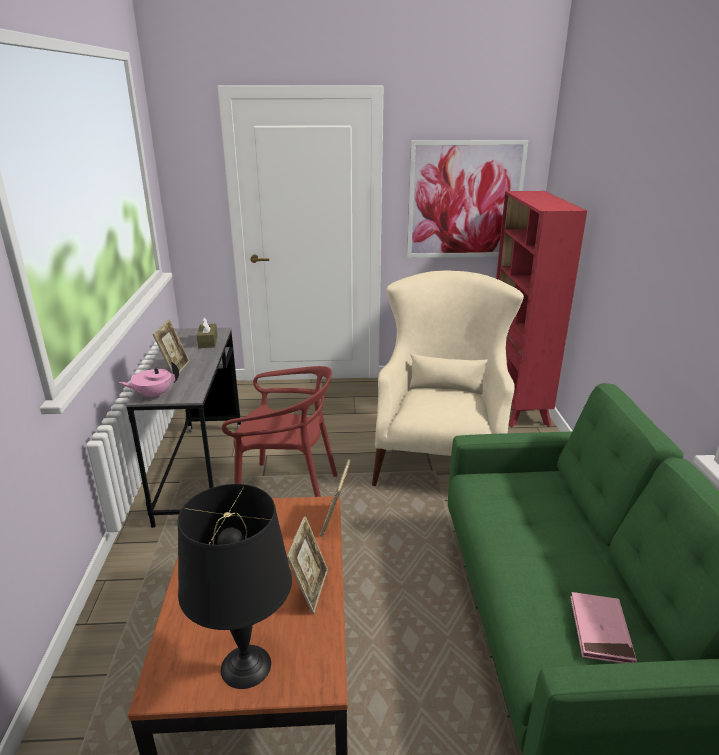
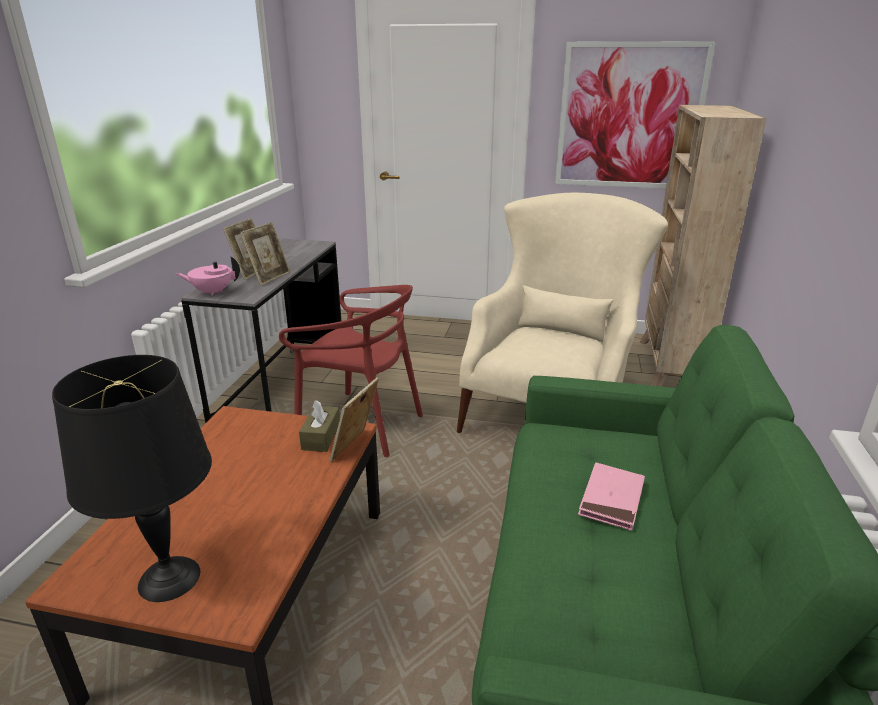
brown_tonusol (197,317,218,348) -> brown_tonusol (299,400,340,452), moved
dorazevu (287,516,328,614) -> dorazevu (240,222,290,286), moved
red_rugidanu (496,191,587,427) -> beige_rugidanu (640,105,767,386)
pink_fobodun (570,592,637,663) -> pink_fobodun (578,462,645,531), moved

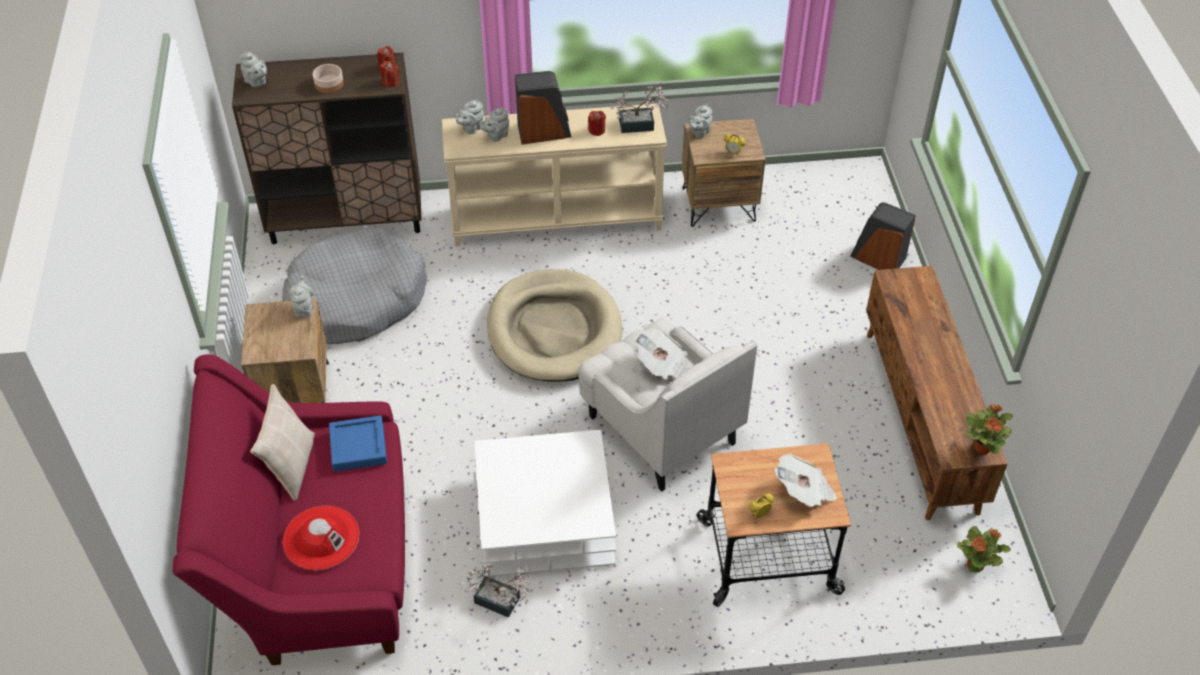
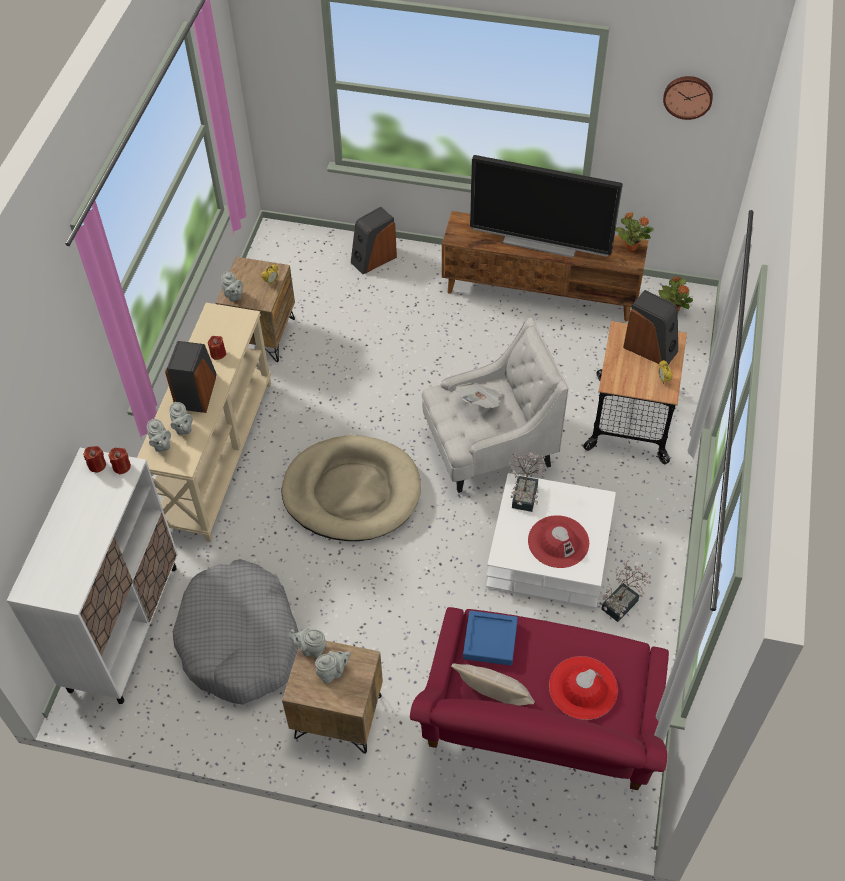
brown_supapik (232,53,422,244) -> white_supapik (6,448,178,704)
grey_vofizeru (240,51,267,87) -> grey_vofizeru (315,651,351,683), moved
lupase (313,64,344,93) -> none
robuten (611,81,669,133) -> robuten (509,452,547,512), moved
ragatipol (774,454,837,507) -> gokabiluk (623,290,678,364)
none -> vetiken (470,155,623,258)
none -> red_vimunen (528,515,589,568)
none -> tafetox (663,76,713,120)

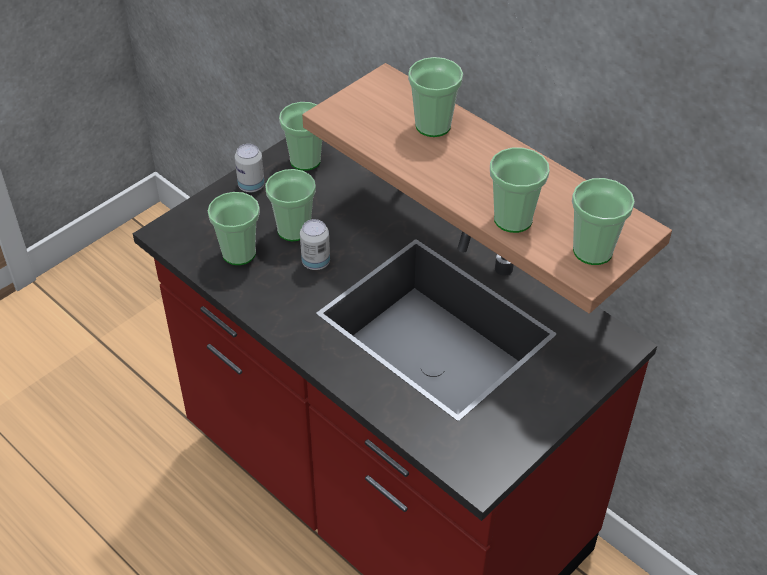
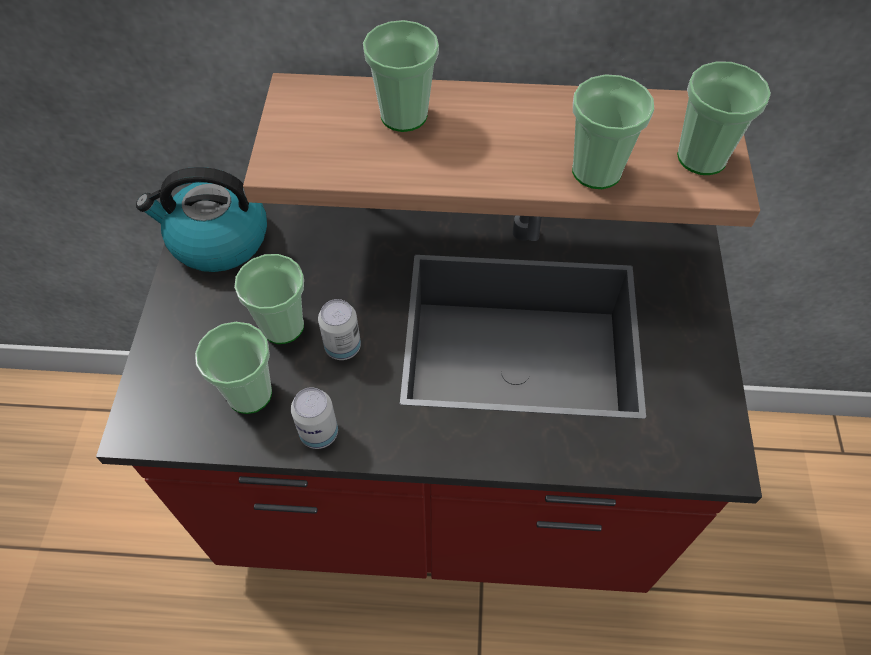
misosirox (235,144,265,192) -> misosirox (291,387,338,449), moved
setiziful (279,102,322,171) -> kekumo (136,167,267,272)

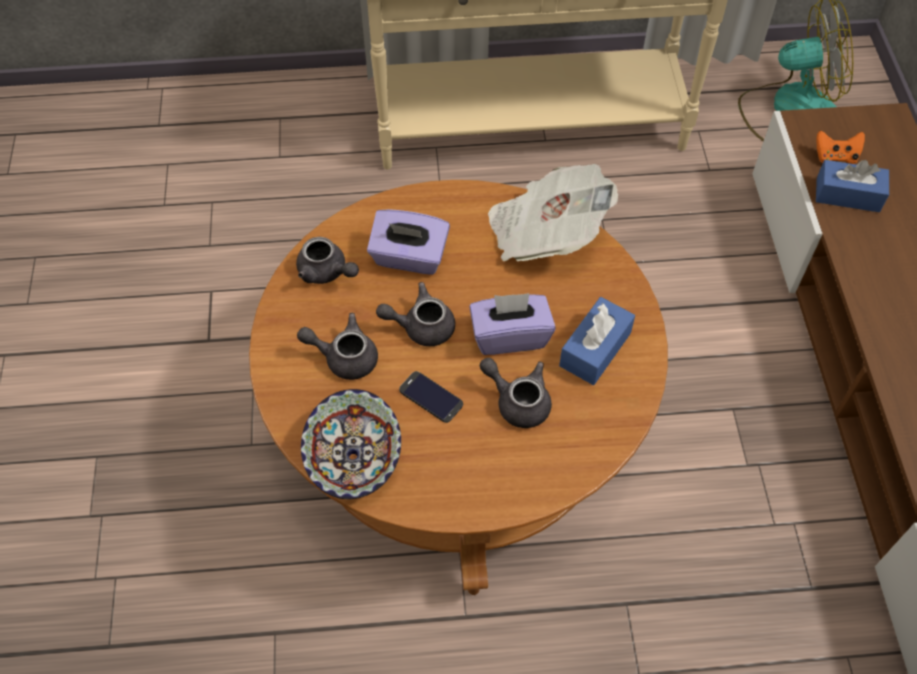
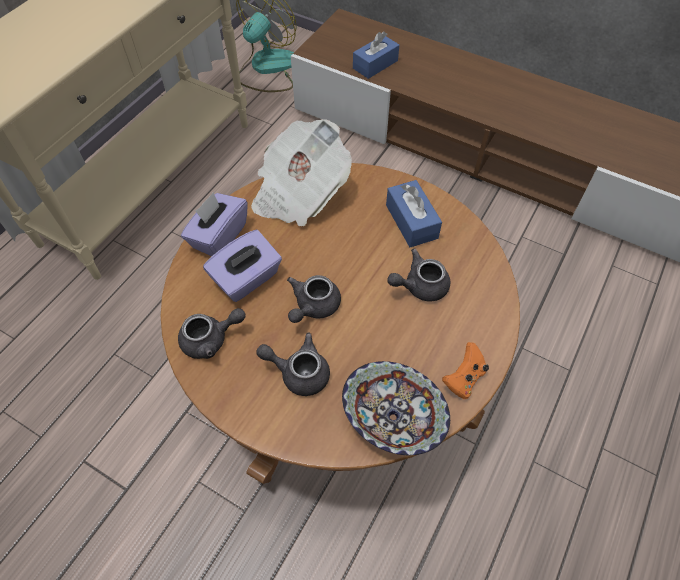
grey_vofizeru (297,313,378,380) -> grey_vofizeru (256,333,330,396), 60 degrees clockwise
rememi (399,371,463,423) -> none
purple_tonusol (469,293,556,355) -> purple_tonusol (181,192,248,256), moved
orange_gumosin (816,131,865,164) -> orange_gumosin (442,342,489,399), moved

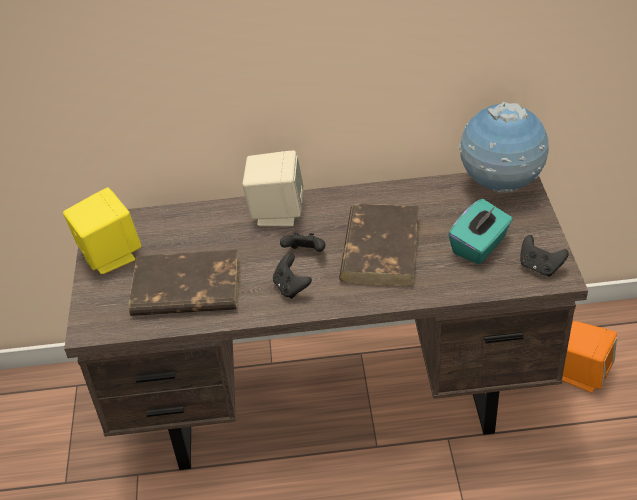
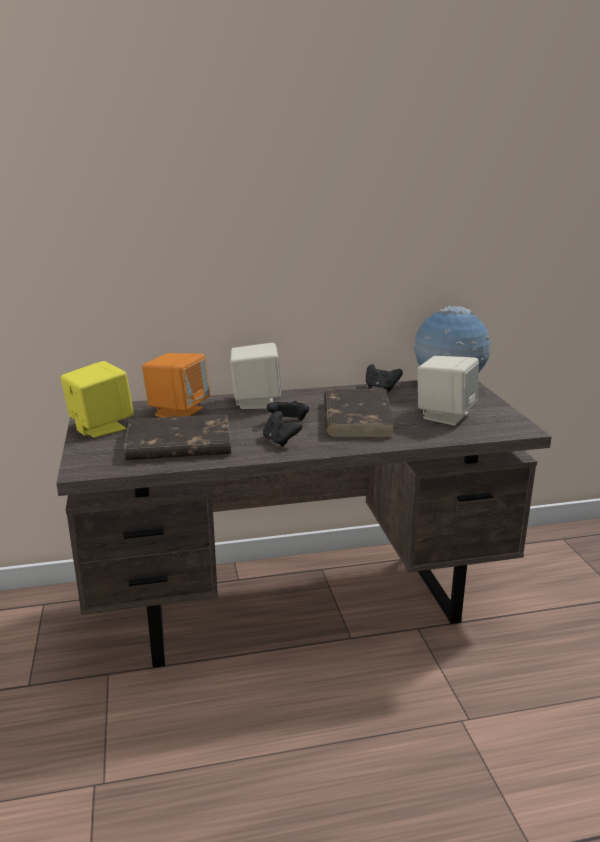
turquoise_tonusol (448,199,513,265) -> beige_gokabiluk (418,356,479,426)
black_gumosin (520,235,569,277) -> black_gumosin (366,364,403,392), moved
orange_gokabiluk (562,321,617,393) -> orange_gokabiluk (142,353,210,417), moved

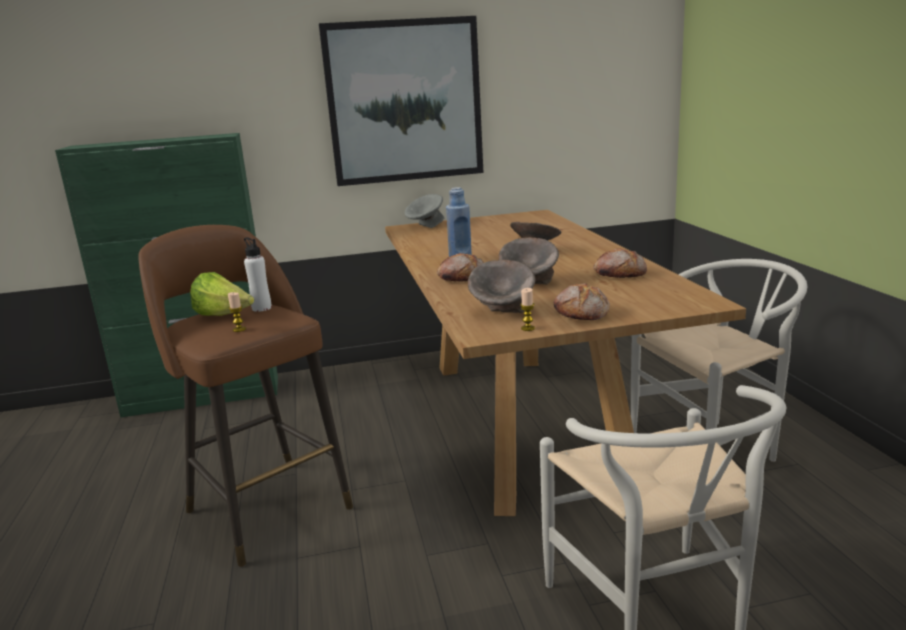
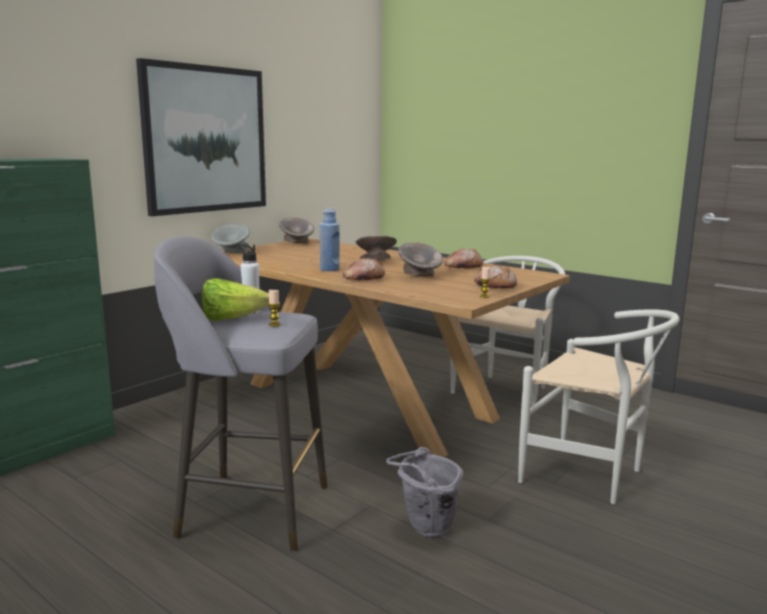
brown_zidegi (138,225,353,567) -> grey_zidegi (154,236,328,552)
grey_lupase (468,260,536,313) -> grey_lupase (279,218,314,243), moved
none -> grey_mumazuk (386,447,464,537)

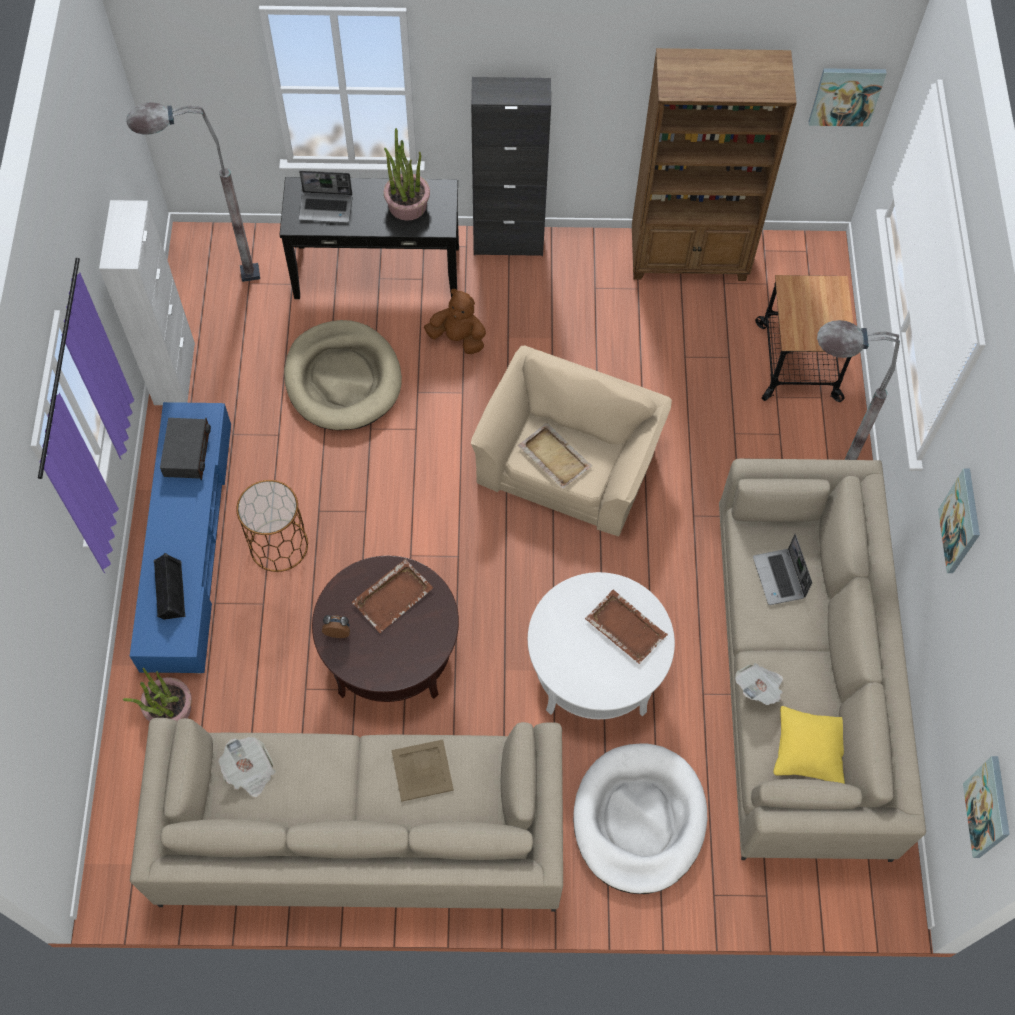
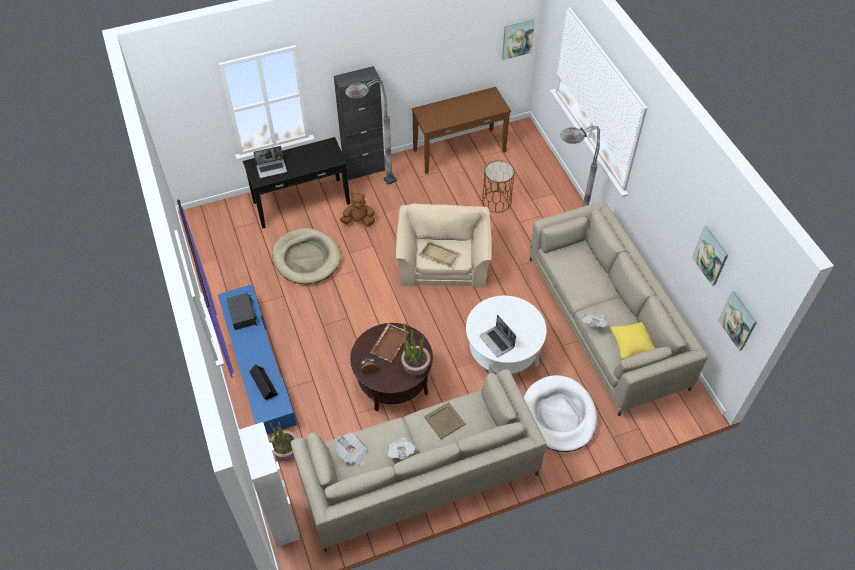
white_supapik (99,200,195,405) -> white_supapik (238,422,299,547), moved
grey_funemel (126,102,260,282) -> grey_funemel (345,79,397,185), moved
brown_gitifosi (236,480,308,572) -> brown_gitifosi (482,160,515,213), moved
robuten (384,128,430,221) -> robuten (401,324,431,376), moved
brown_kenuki (585,590,668,664) -> none
brown_rugidanu (632,48,797,281) -> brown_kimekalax (412,87,511,174)
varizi (753,534,812,605) -> varizi (479,314,516,357), moved
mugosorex (755,275,854,402) -> none
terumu (938,468,980,573) -> terumu (692,226,728,286), moved
none -> ragatipol (387,437,416,459)

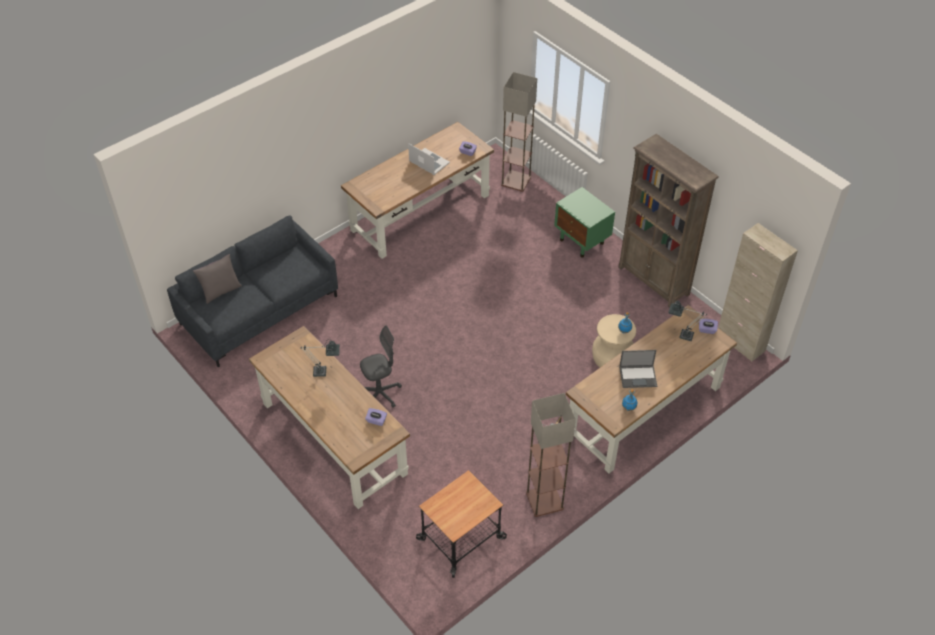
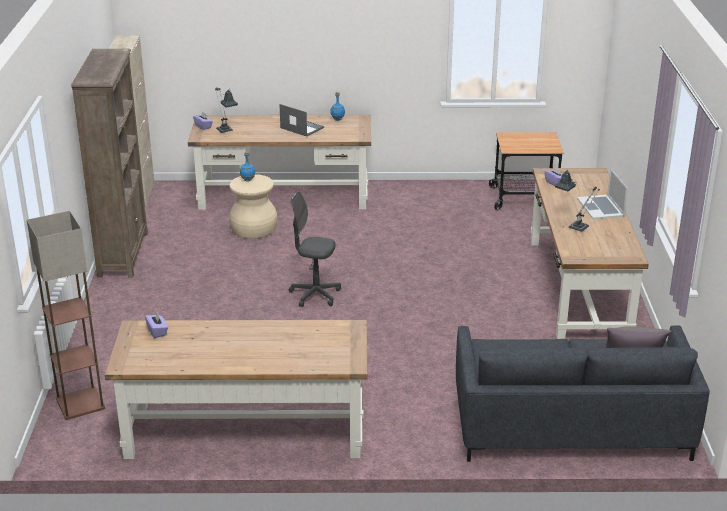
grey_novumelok (360,325,402,408) -> grey_novumelok (289,191,341,307), moved
varizi (408,143,450,175) -> varizi (577,168,628,219), moved
funemel (526,393,576,517) -> none
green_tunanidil (554,187,615,258) -> none

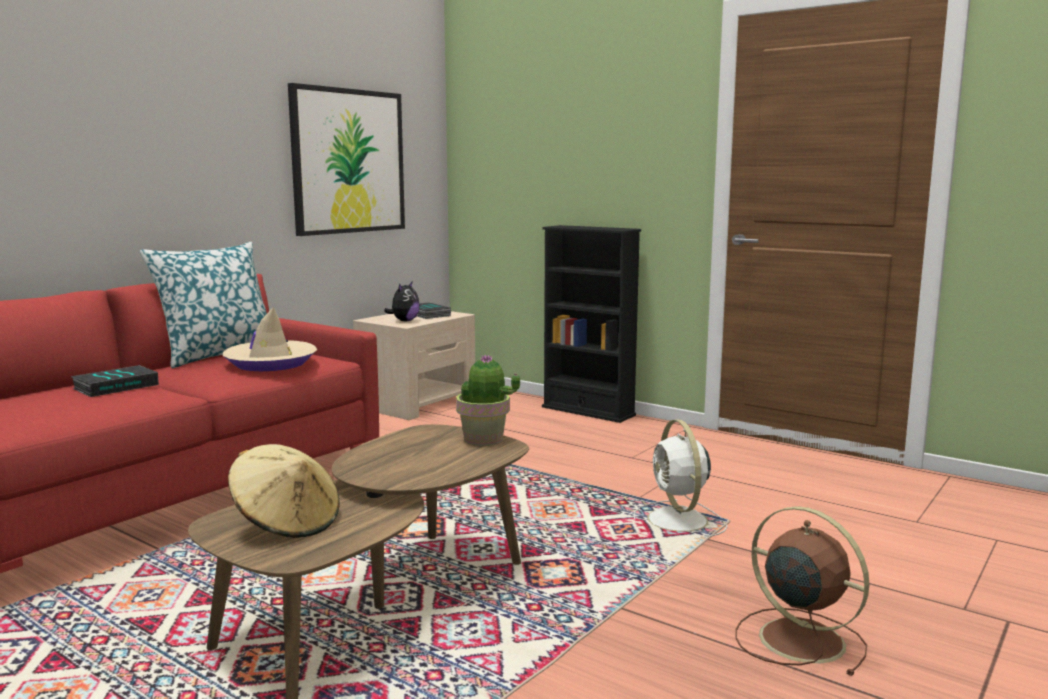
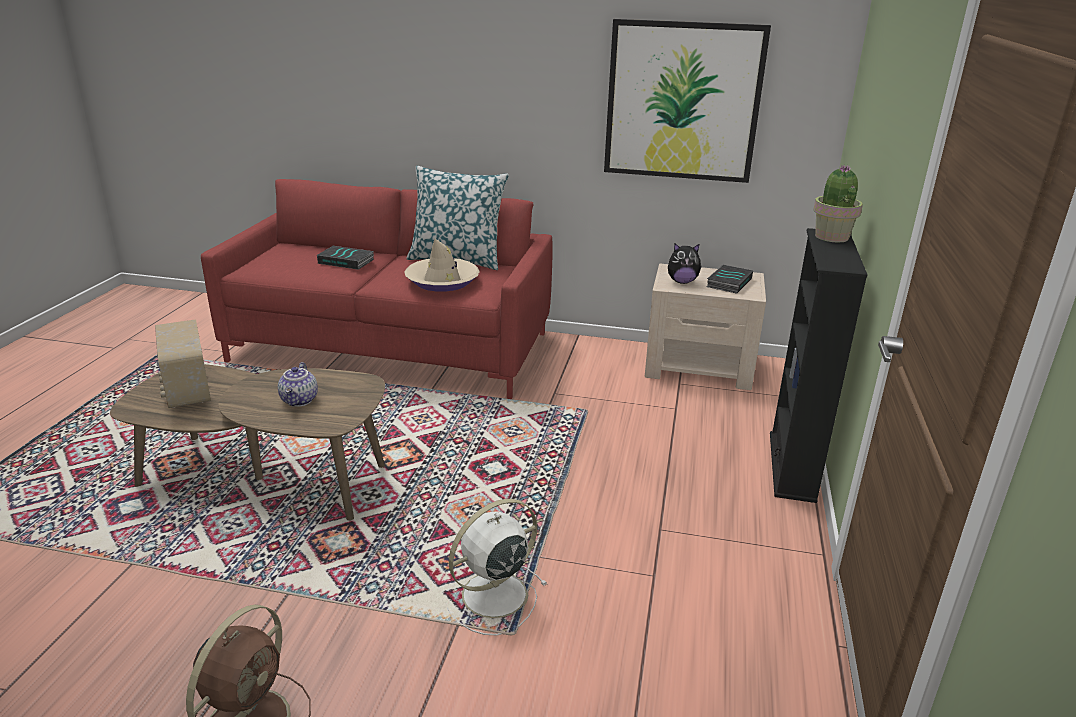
beige_vimunen (228,444,339,538) -> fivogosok (155,319,211,408)
robuten (456,354,520,446) -> robuten (813,164,863,243), moved
none -> vofizeru (278,362,318,407)

